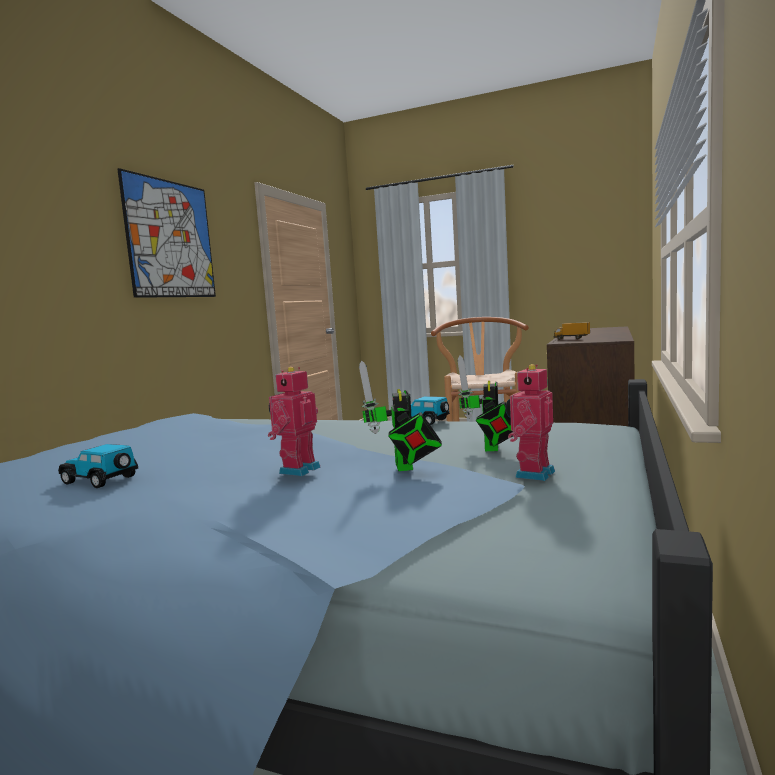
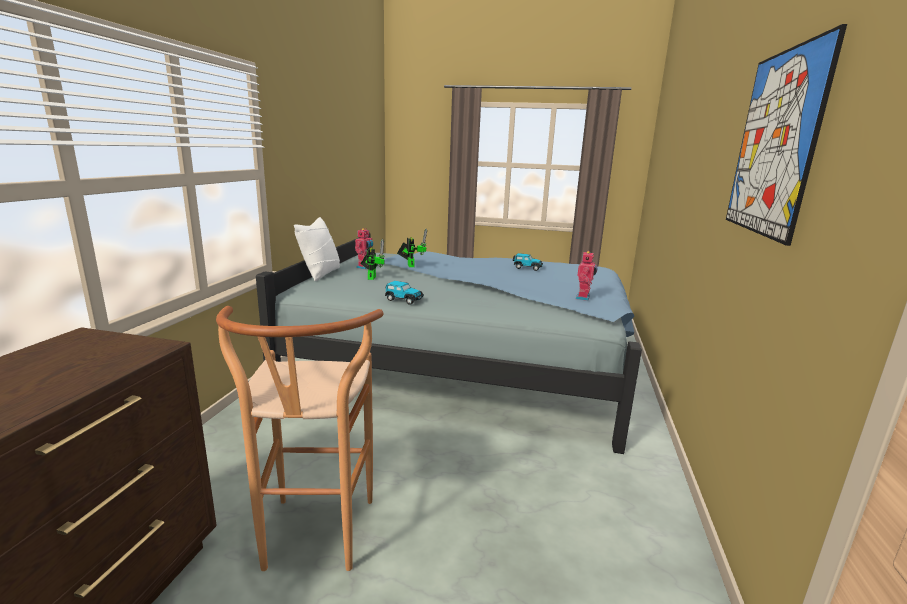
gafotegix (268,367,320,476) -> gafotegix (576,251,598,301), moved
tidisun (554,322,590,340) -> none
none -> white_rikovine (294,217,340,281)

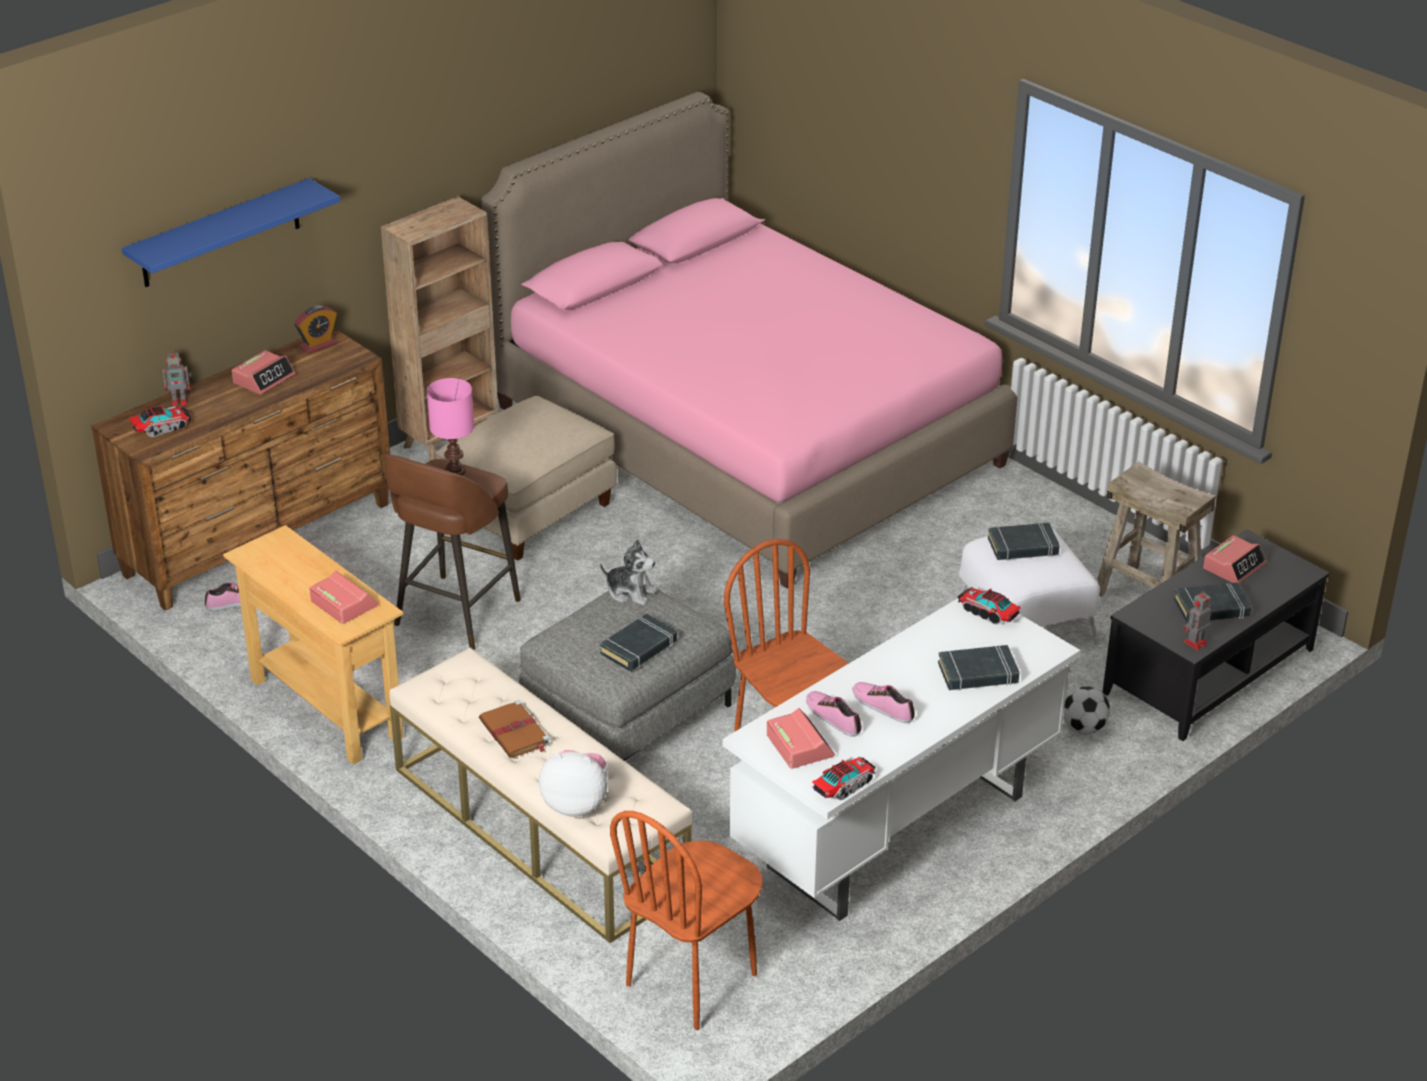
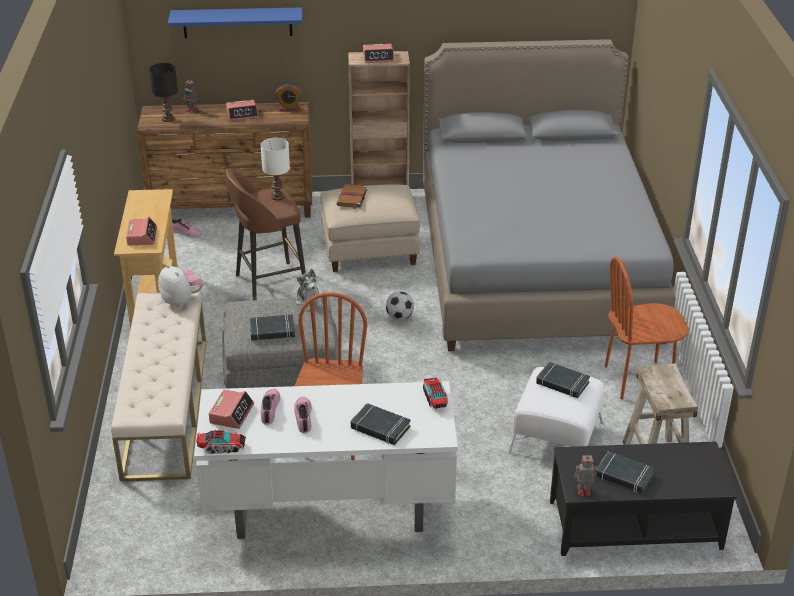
tidisun (129,405,191,437) -> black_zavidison (149,63,178,122)
pink_zavidison (427,378,474,475) -> white_zavidison (261,138,290,200)
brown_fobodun (479,700,550,758) -> brown_fobodun (336,184,368,210), moved
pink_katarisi (481,92,1018,588) -> grey_katarisi (423,39,676,351)
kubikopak (539,750,608,816) -> kubikopak (158,264,203,307), moved
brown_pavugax (610,811,762,1030) -> brown_pavugax (605,257,689,400), moved
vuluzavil (1063,686,1110,734) -> vuluzavil (386,292,414,321), moved
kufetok (1203,535,1267,584) -> kufetok (363,44,394,63), moved

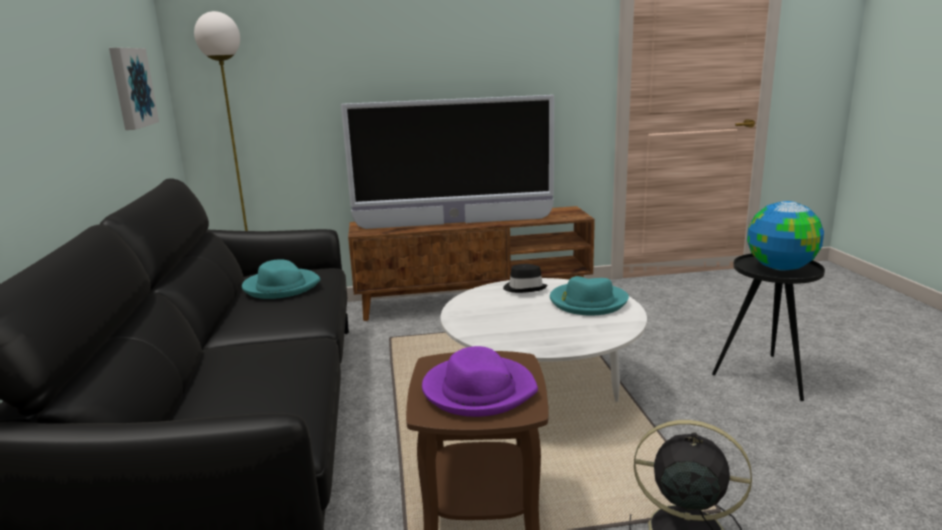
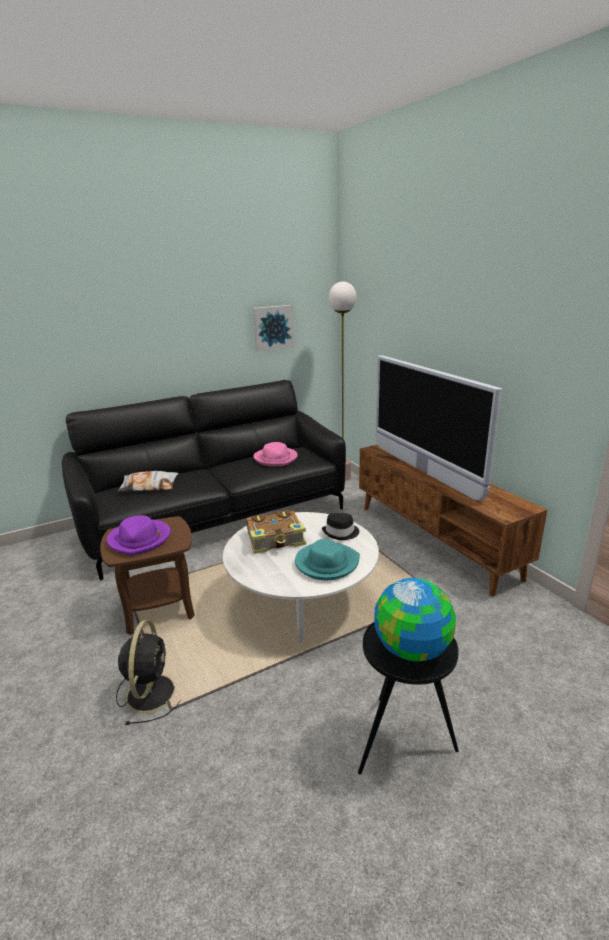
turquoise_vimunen (242,260,320,299) -> pink_vimunen (253,442,298,466)
none -> rikovine (118,471,179,492)
none -> fobodun (247,510,306,554)

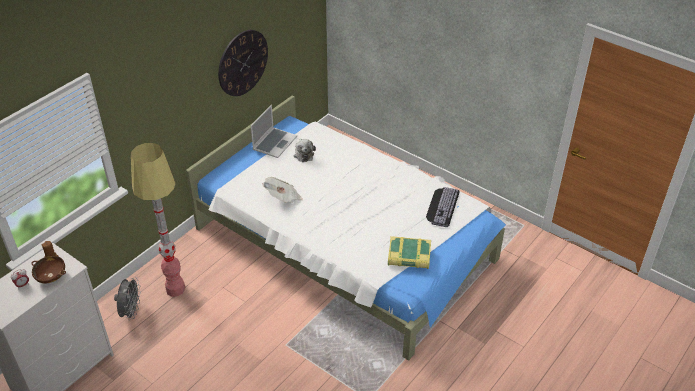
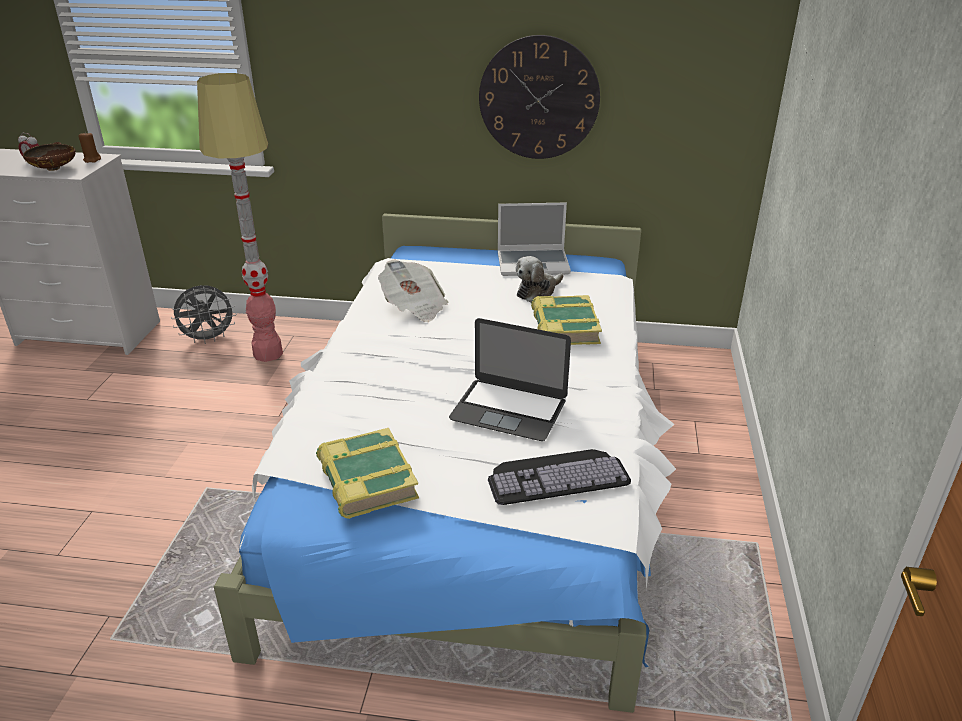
none -> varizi (449,318,571,441)
none -> fobodun (531,295,602,345)

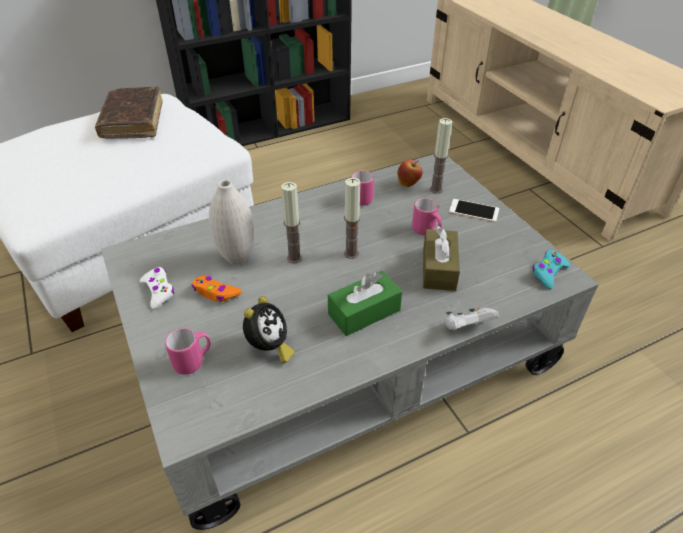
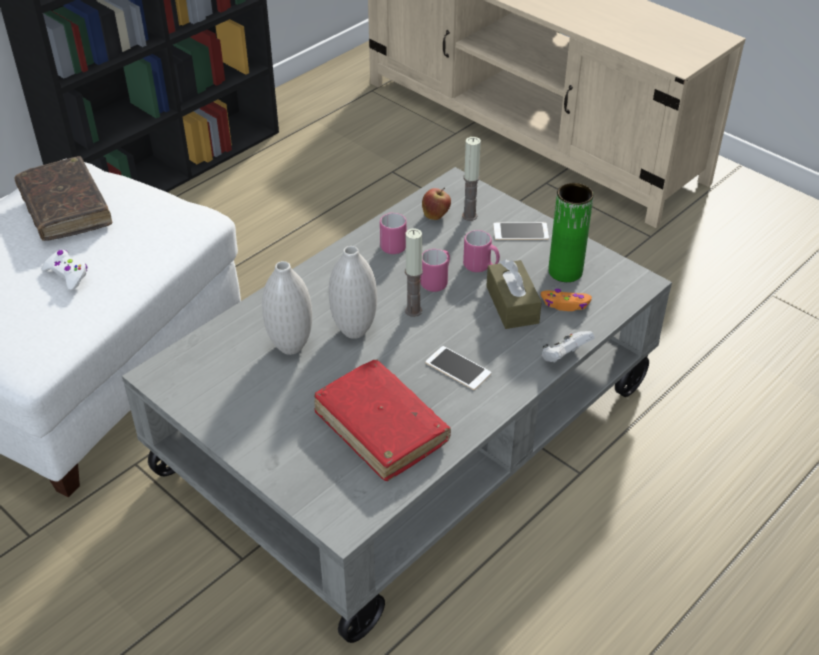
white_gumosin (139,267,174,310) -> white_gumosin (41,250,88,290), moved
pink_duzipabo (165,328,211,375) -> pink_duzipabo (420,249,450,292), moved
orange_gumosin (192,276,242,302) -> orange_gumosin (541,289,592,311), moved
kufetok (243,296,294,363) -> red_fobodun (314,359,451,481)
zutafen (281,182,302,263) -> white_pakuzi (329,246,377,339)
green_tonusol (328,271,402,336) -> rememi (426,346,491,390)
turquoise_gumosin (532,250,570,289) -> none
none -> green_pakuzi (548,183,594,282)

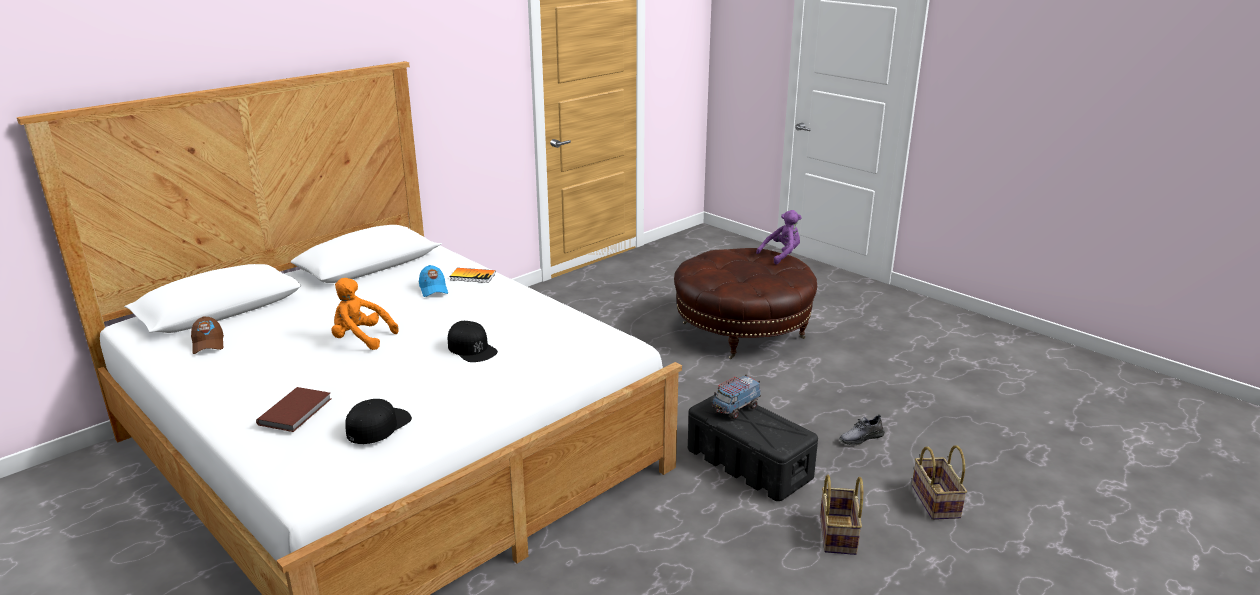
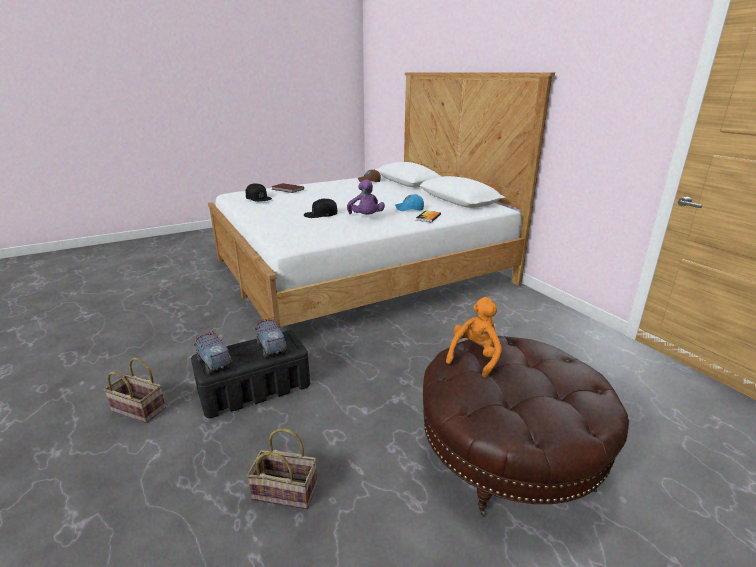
orange_kubikopak (332,278,399,350) -> orange_kubikopak (446,297,502,377), moved
purple_kubikopak (756,210,802,265) -> purple_kubikopak (347,180,385,215), moved
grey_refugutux (839,415,885,445) -> none
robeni (912,445,967,520) -> robeni (247,428,317,509), moved
none -> tidisun (194,331,232,374)

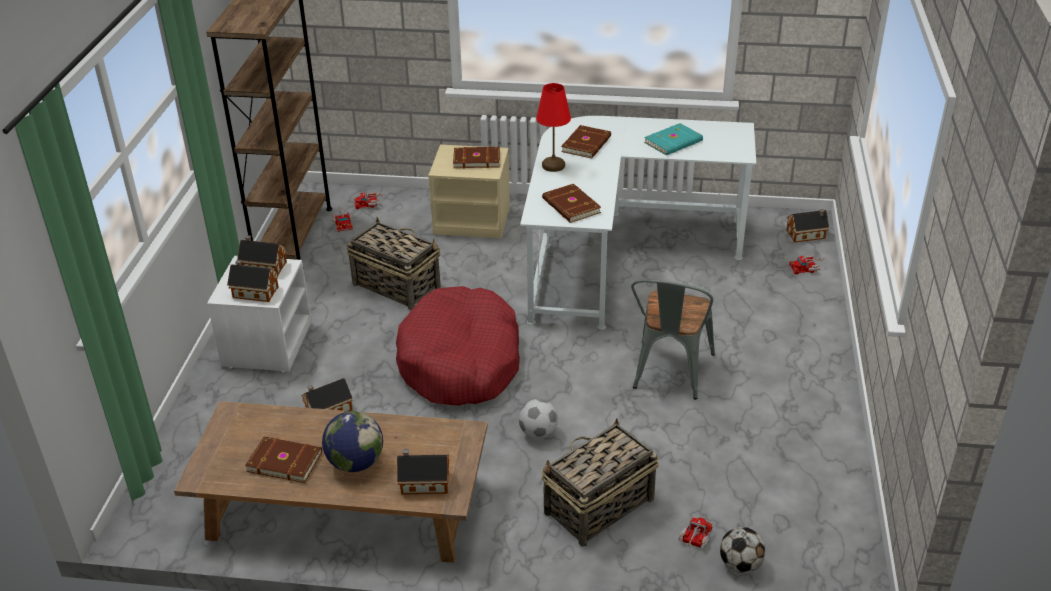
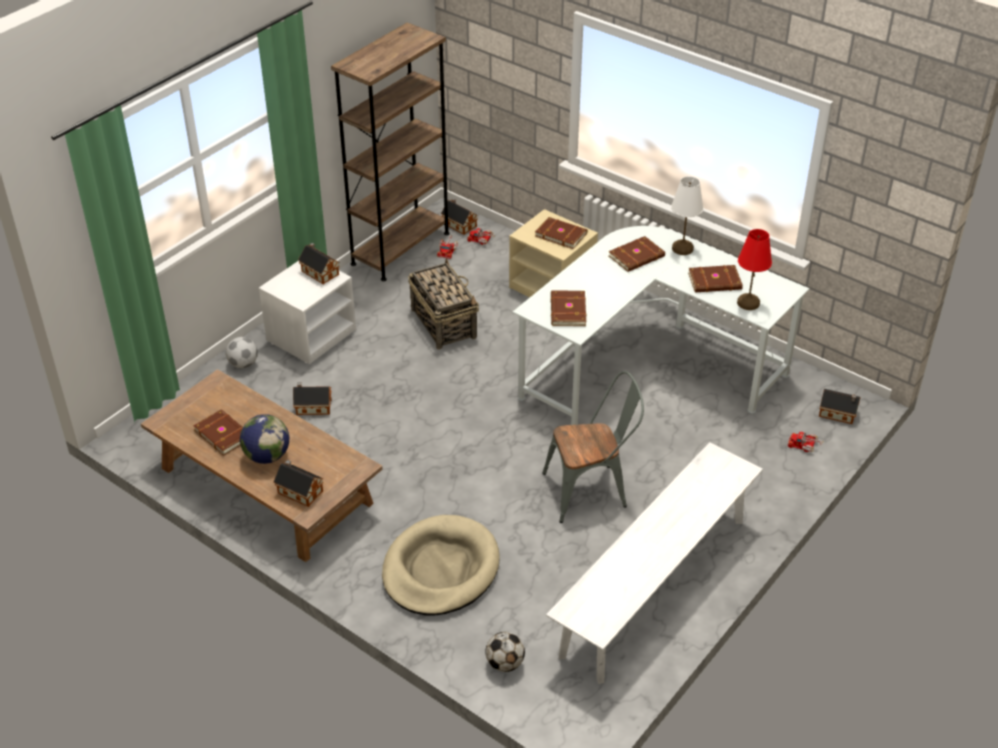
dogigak (227,260,279,302) -> dogigak (441,198,478,235), moved
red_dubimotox (396,286,520,406) -> none
vuluzavil (519,399,558,439) -> vuluzavil (226,337,258,368), moved
red_zavidison (536,83,571,172) -> red_zavidison (737,229,772,310), moved
robeni (542,418,659,547) -> beige_dubimotox (382,515,500,616)
grey_pavugax (631,280,715,400) -> grey_pavugax (542,371,644,523), 150 degrees counterclockwise
turquoise_fobodun (644,123,703,155) -> brown_fobodun (688,265,743,293)
tidisun (679,516,712,549) -> none
none -> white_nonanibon (546,442,763,684)
none -> white_zavidison (671,176,703,255)

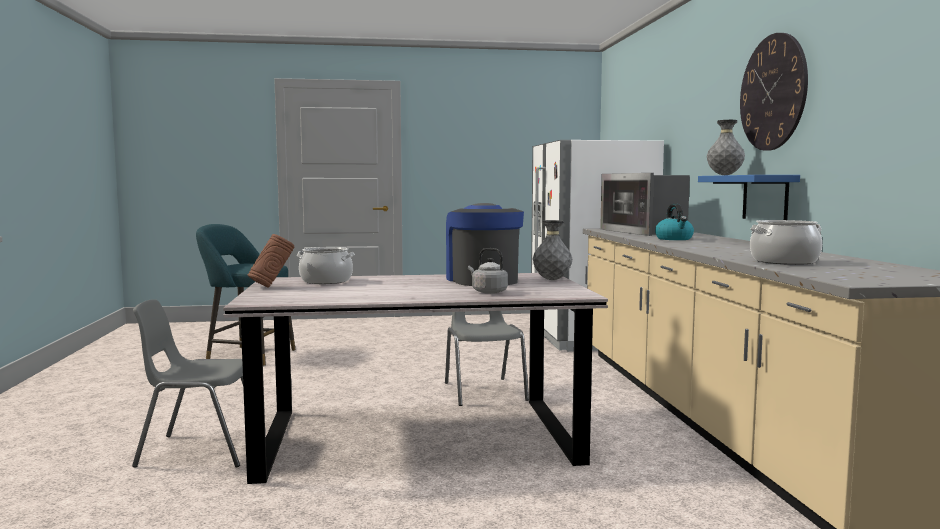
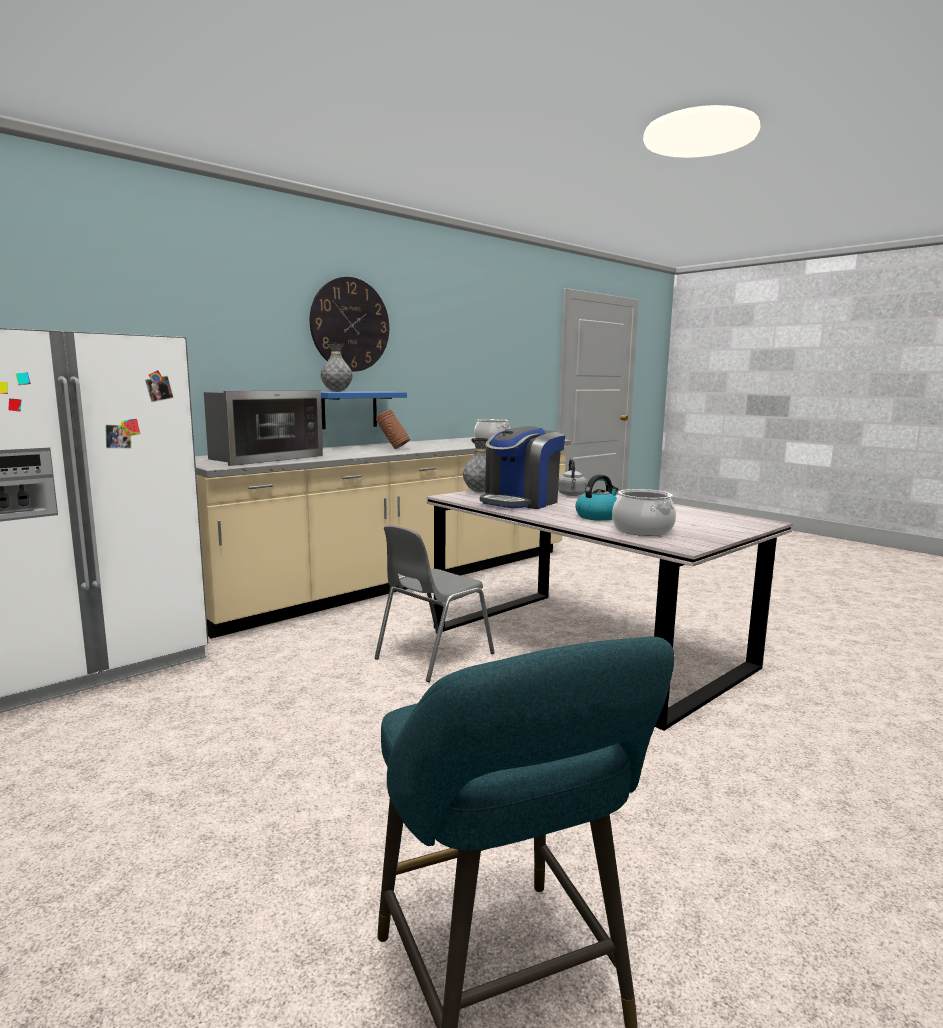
grey_pavugax (132,299,243,468) -> none
brown_pakuzi (248,234,295,287) -> brown_pakuzi (376,410,410,449), moved
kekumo (655,204,694,240) -> kekumo (575,474,618,521), moved

